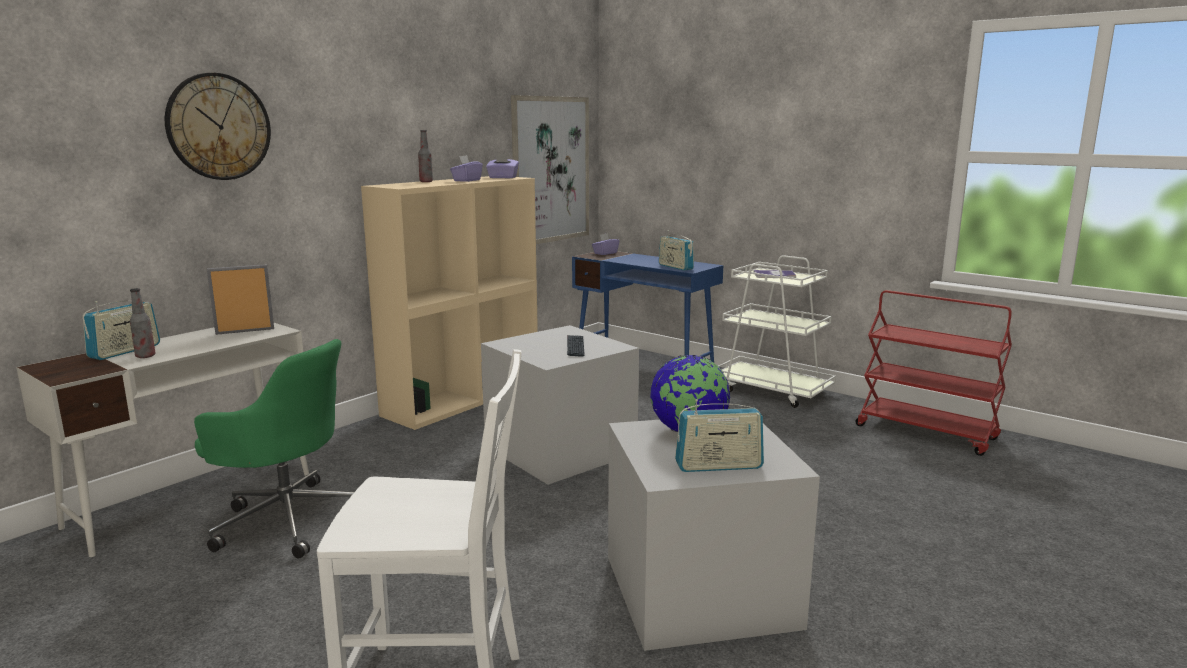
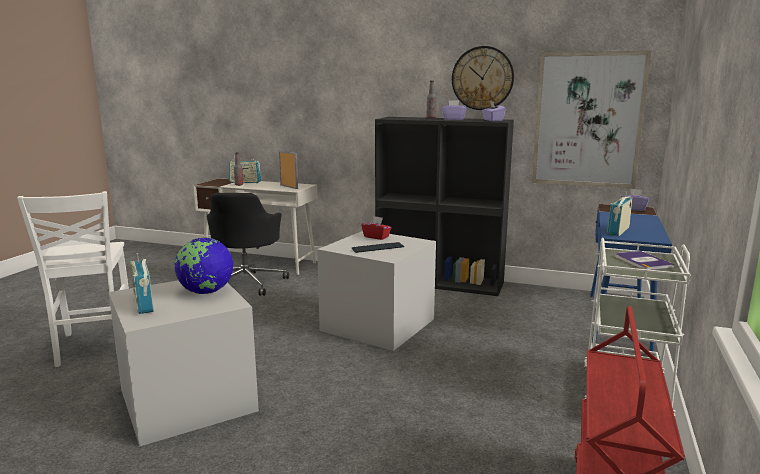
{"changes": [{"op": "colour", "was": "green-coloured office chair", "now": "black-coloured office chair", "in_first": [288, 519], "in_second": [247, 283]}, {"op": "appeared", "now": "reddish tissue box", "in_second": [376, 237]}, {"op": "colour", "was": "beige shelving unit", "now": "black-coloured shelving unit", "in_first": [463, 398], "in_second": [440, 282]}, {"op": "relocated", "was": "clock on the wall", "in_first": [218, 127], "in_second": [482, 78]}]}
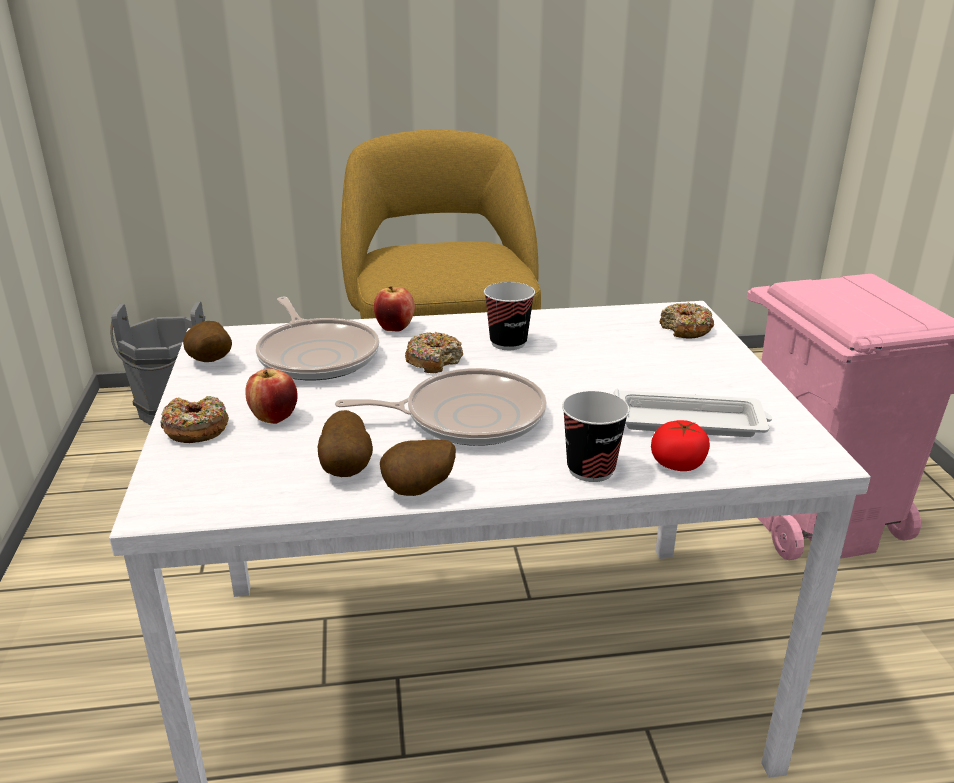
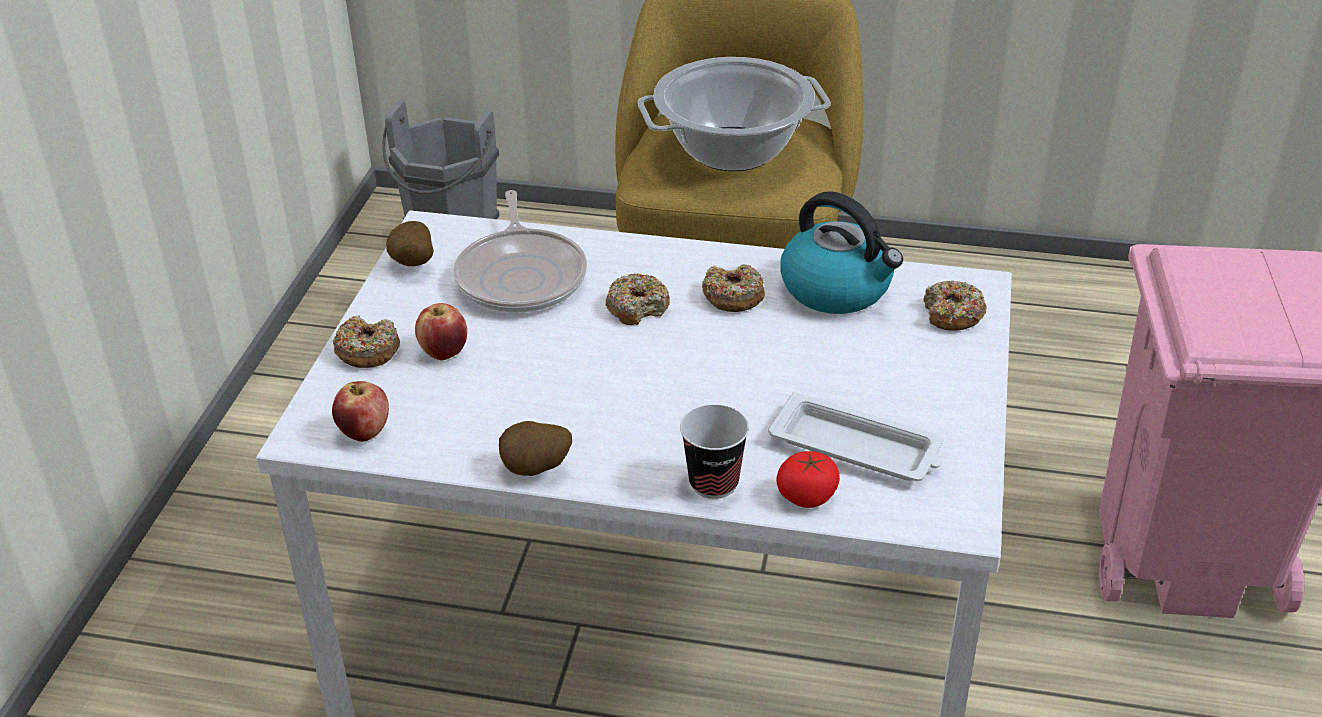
{"changes": [{"op": "relocated", "was": "apple fruit", "in_first": [395, 328], "in_second": [364, 433]}, {"op": "appeared", "now": "saucepot", "in_second": [733, 149]}, {"op": "exchanged", "was": "small cup", "now": "doughnut", "in_first": [508, 343], "in_second": [733, 296]}, {"op": "appeared", "now": "tea kettle", "in_second": [838, 289]}, {"op": "missing", "was": "potato", "in_first": [347, 469]}, {"op": "missing", "was": "frying pan", "in_first": [467, 417]}]}
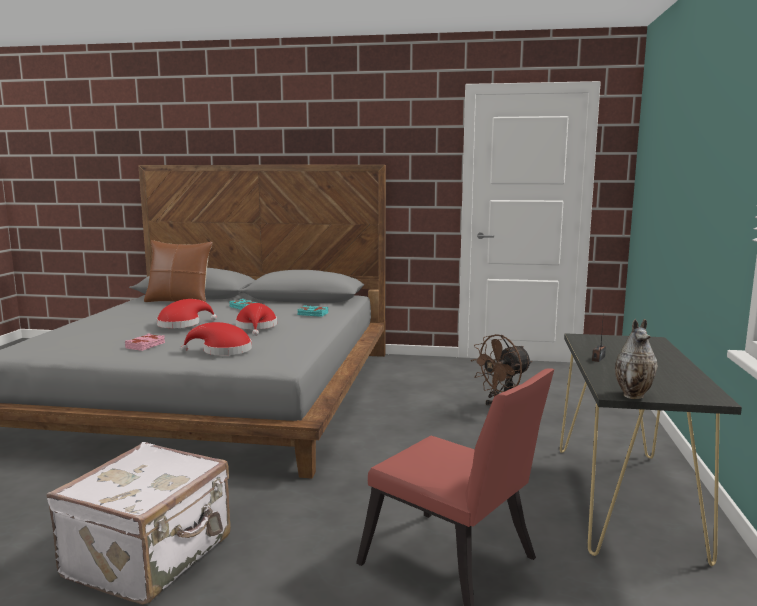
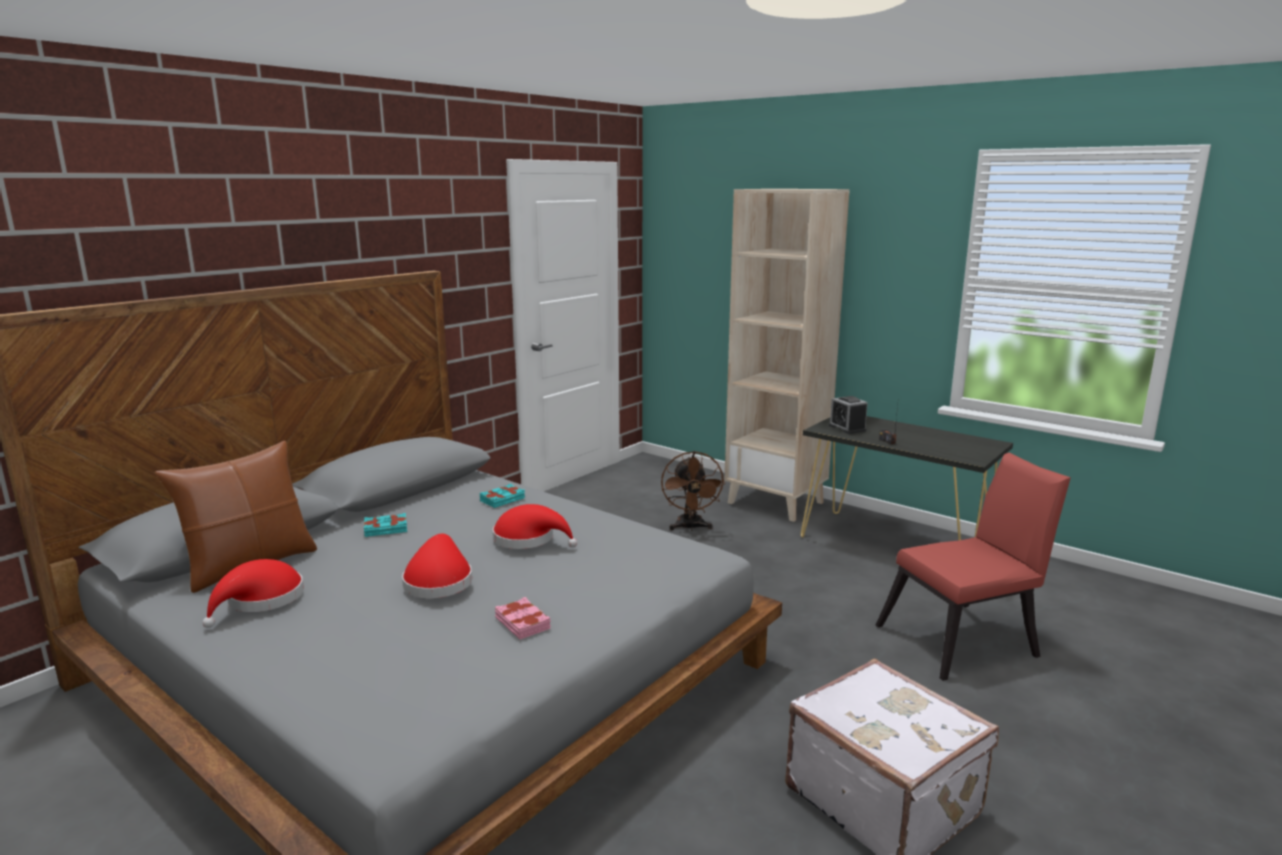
{"changes": [{"op": "relocated", "was": "reddish hat", "in_first": [223, 350], "in_second": [261, 600]}, {"op": "appeared", "now": "beige shelving unit", "in_second": [776, 502]}, {"op": "appeared", "now": "bedside clock", "in_second": [847, 428]}, {"op": "missing", "was": "decorative vase", "in_first": [634, 395]}]}
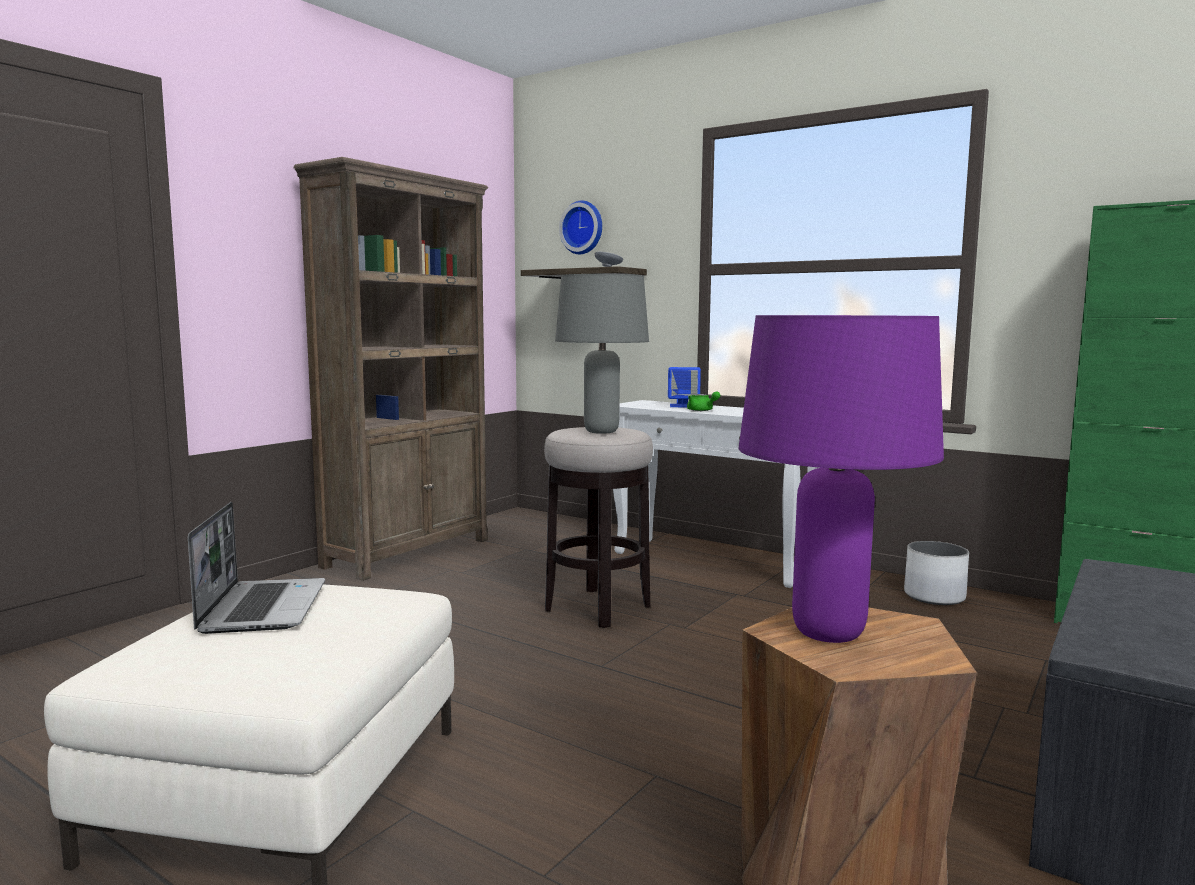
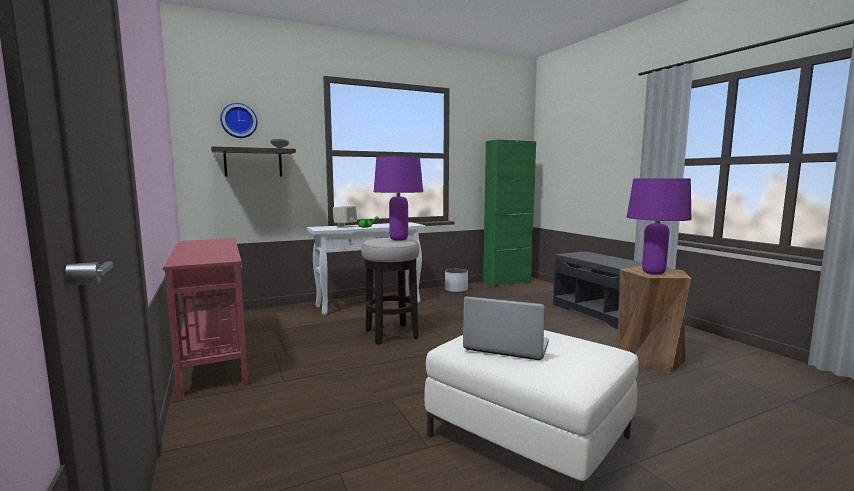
{"changes": [{"op": "exchanged", "was": "brown shelving unit", "now": "reddish console table", "in_first": [409, 553], "in_second": [215, 358]}, {"op": "colour", "was": "bluish speaker", "now": "beige speaker", "in_first": [683, 406], "in_second": [345, 226]}, {"op": "colour", "was": "grey tabletop lamp", "now": "purple tabletop lamp", "in_first": [601, 431], "in_second": [398, 239]}]}
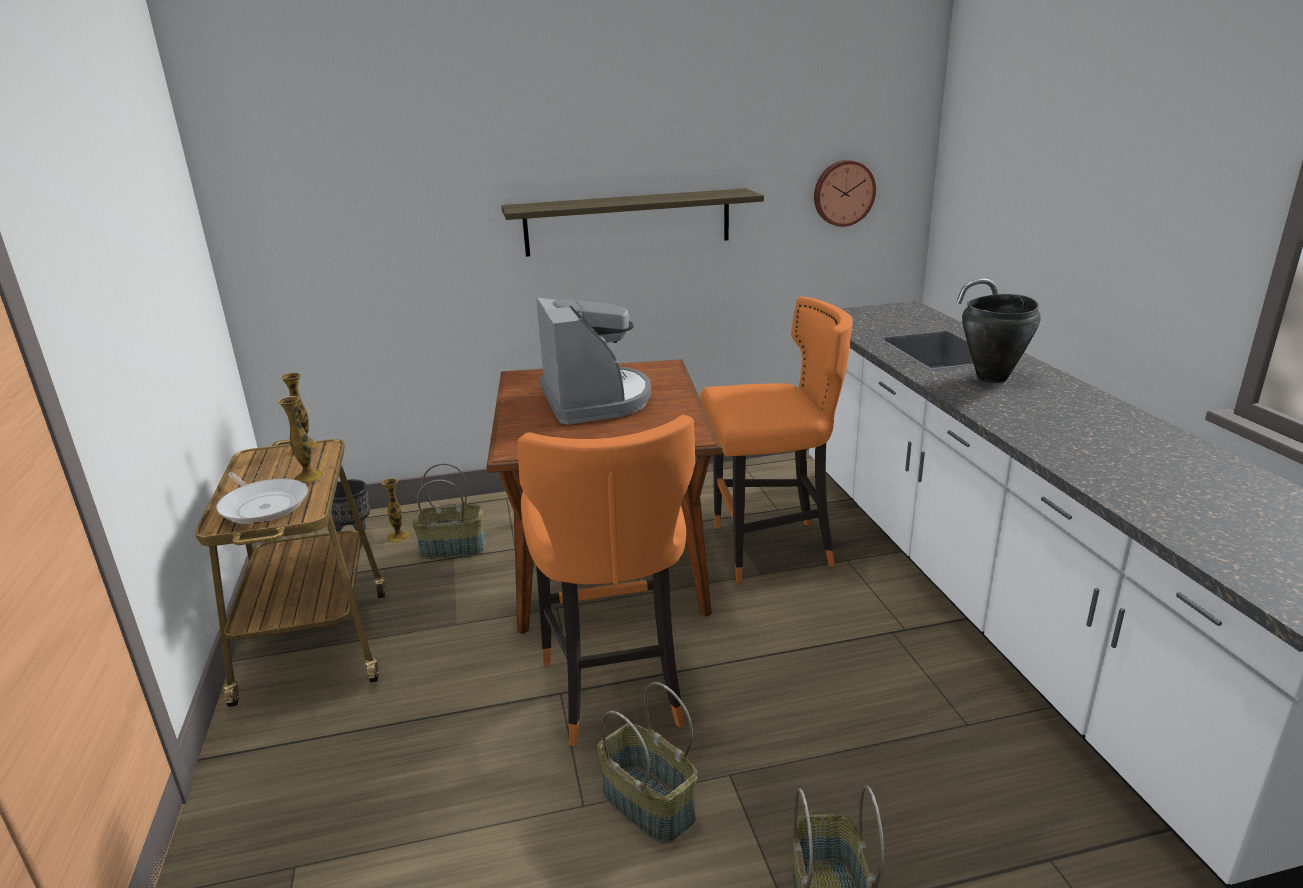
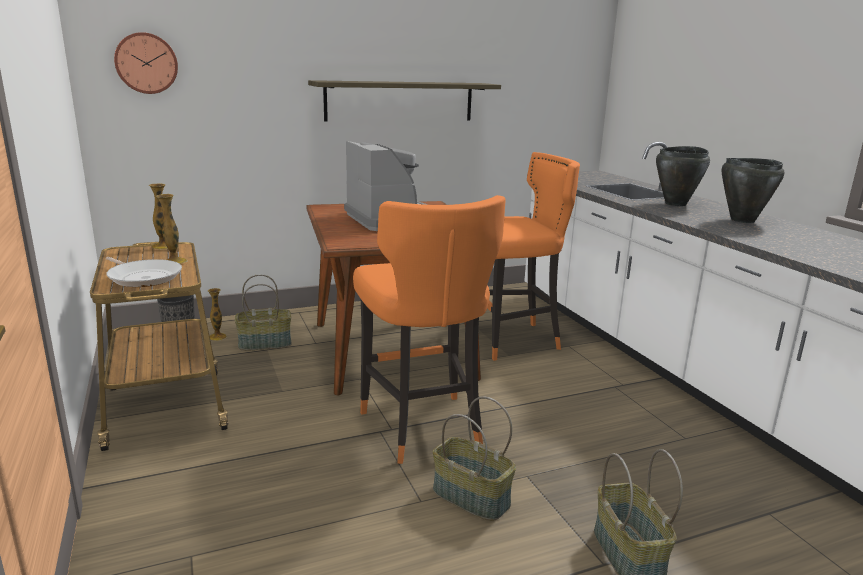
{"changes": [{"op": "relocated", "was": "clock on the wall", "in_first": [843, 193], "in_second": [146, 63]}, {"op": "appeared", "now": "black-coloured saucepot", "in_second": [742, 220]}]}
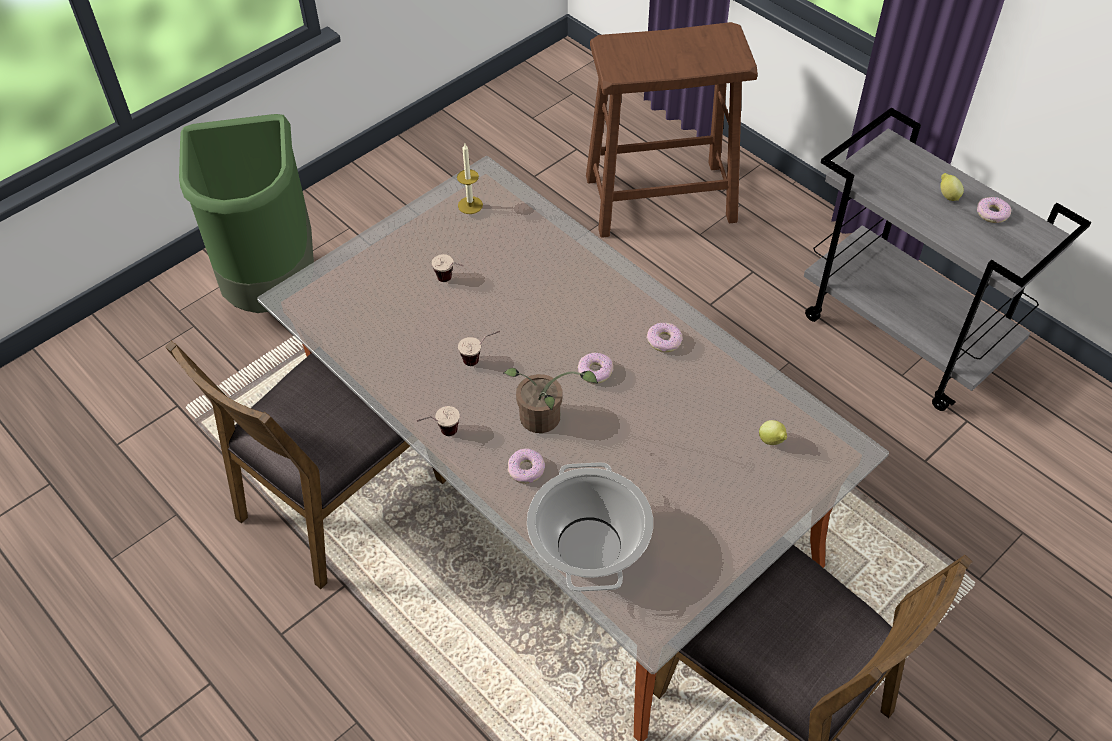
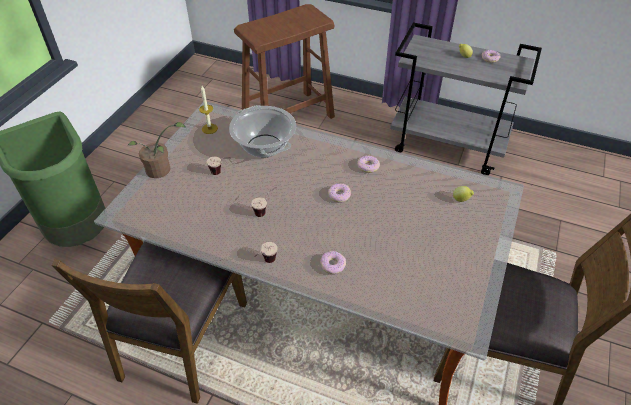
{"changes": [{"op": "relocated", "was": "potted plant", "in_first": [544, 420], "in_second": [161, 170]}, {"op": "relocated", "was": "saucepot", "in_first": [588, 545], "in_second": [264, 146]}]}
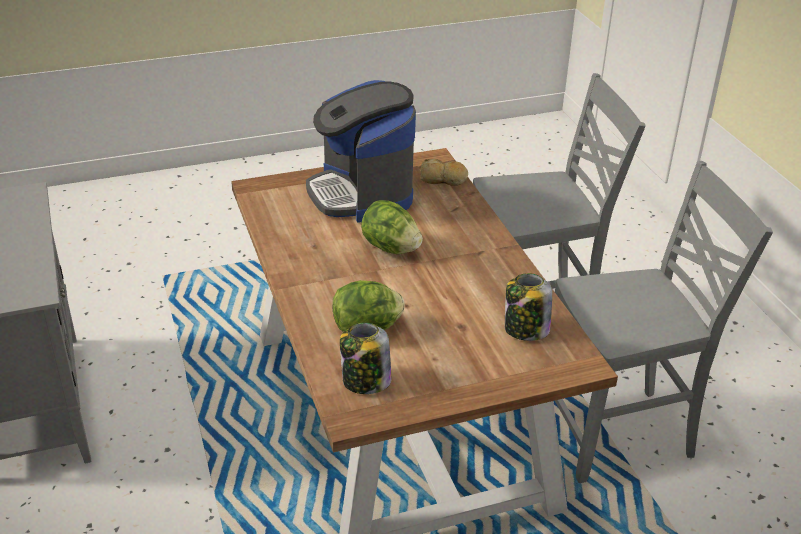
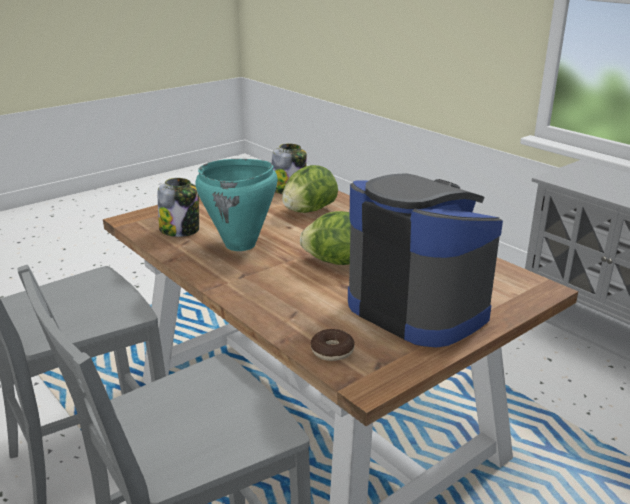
{"changes": [{"op": "appeared", "now": "blue-green saucepot", "in_second": [241, 245]}, {"op": "exchanged", "was": "bakery bread", "now": "doughnut", "in_first": [443, 179], "in_second": [332, 351]}]}
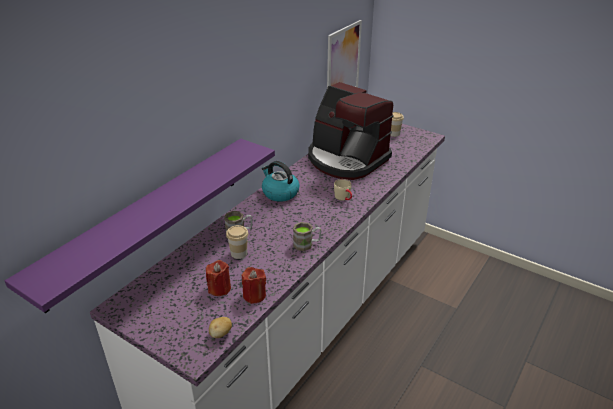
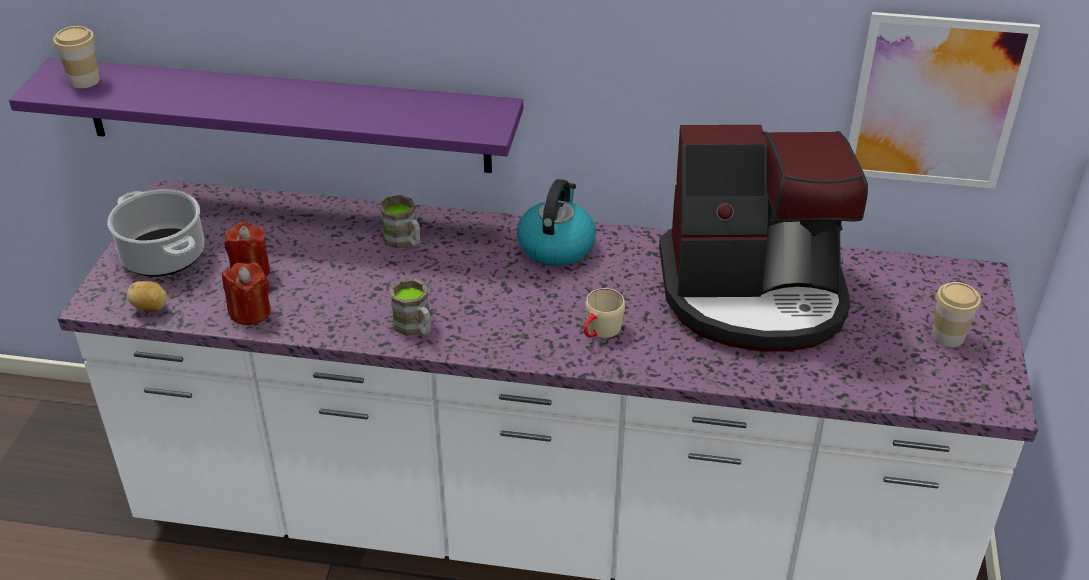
{"changes": [{"op": "relocated", "was": "small cup", "in_first": [239, 253], "in_second": [84, 80]}, {"op": "appeared", "now": "saucepot", "in_second": [165, 256]}, {"op": "spun", "was": "coffee machine", "in_first": [346, 159], "in_second": [754, 294], "clockwise": -105}]}
